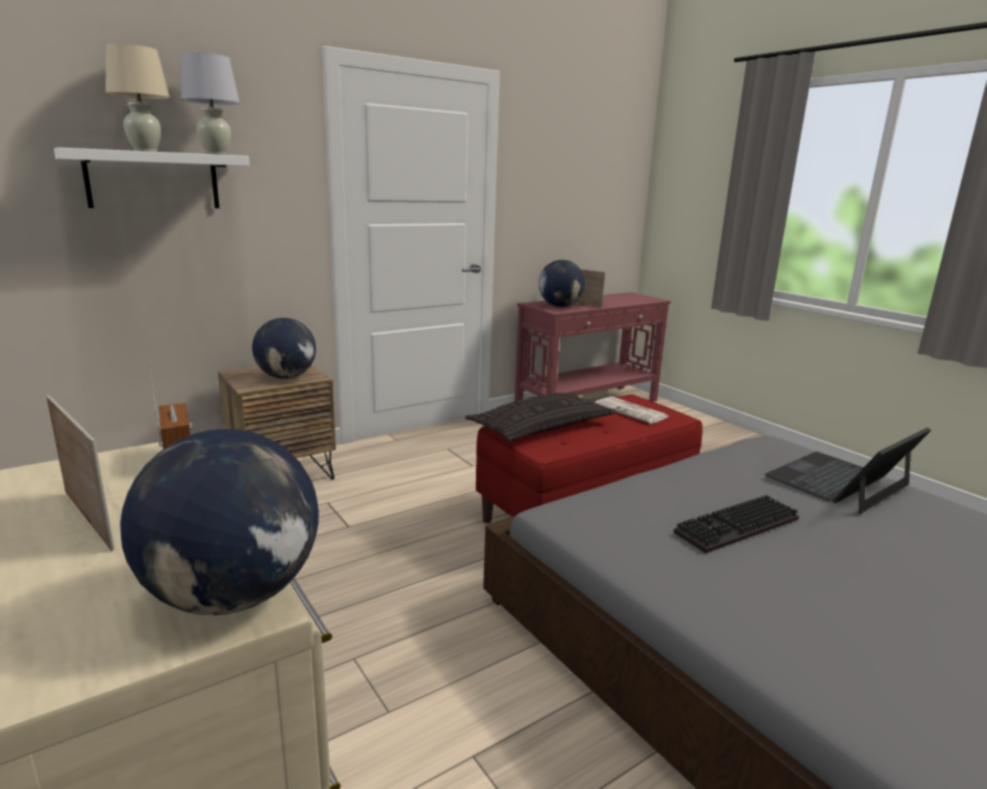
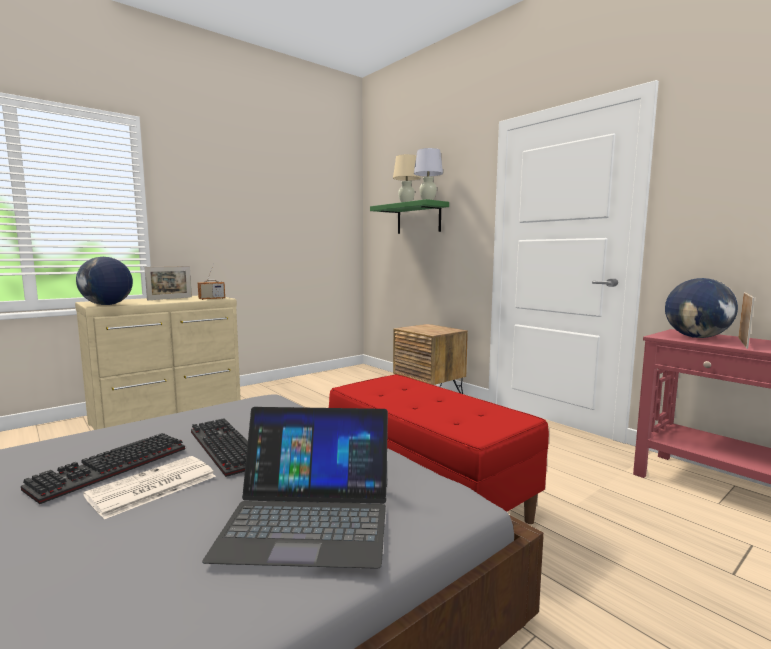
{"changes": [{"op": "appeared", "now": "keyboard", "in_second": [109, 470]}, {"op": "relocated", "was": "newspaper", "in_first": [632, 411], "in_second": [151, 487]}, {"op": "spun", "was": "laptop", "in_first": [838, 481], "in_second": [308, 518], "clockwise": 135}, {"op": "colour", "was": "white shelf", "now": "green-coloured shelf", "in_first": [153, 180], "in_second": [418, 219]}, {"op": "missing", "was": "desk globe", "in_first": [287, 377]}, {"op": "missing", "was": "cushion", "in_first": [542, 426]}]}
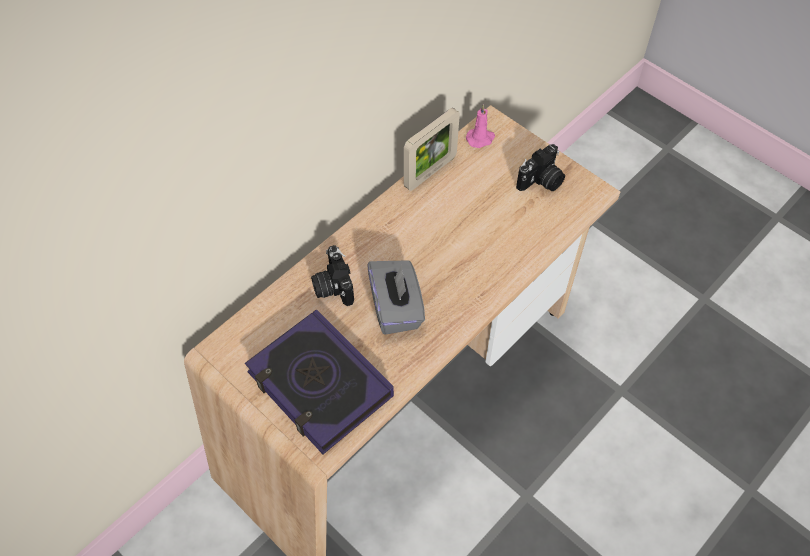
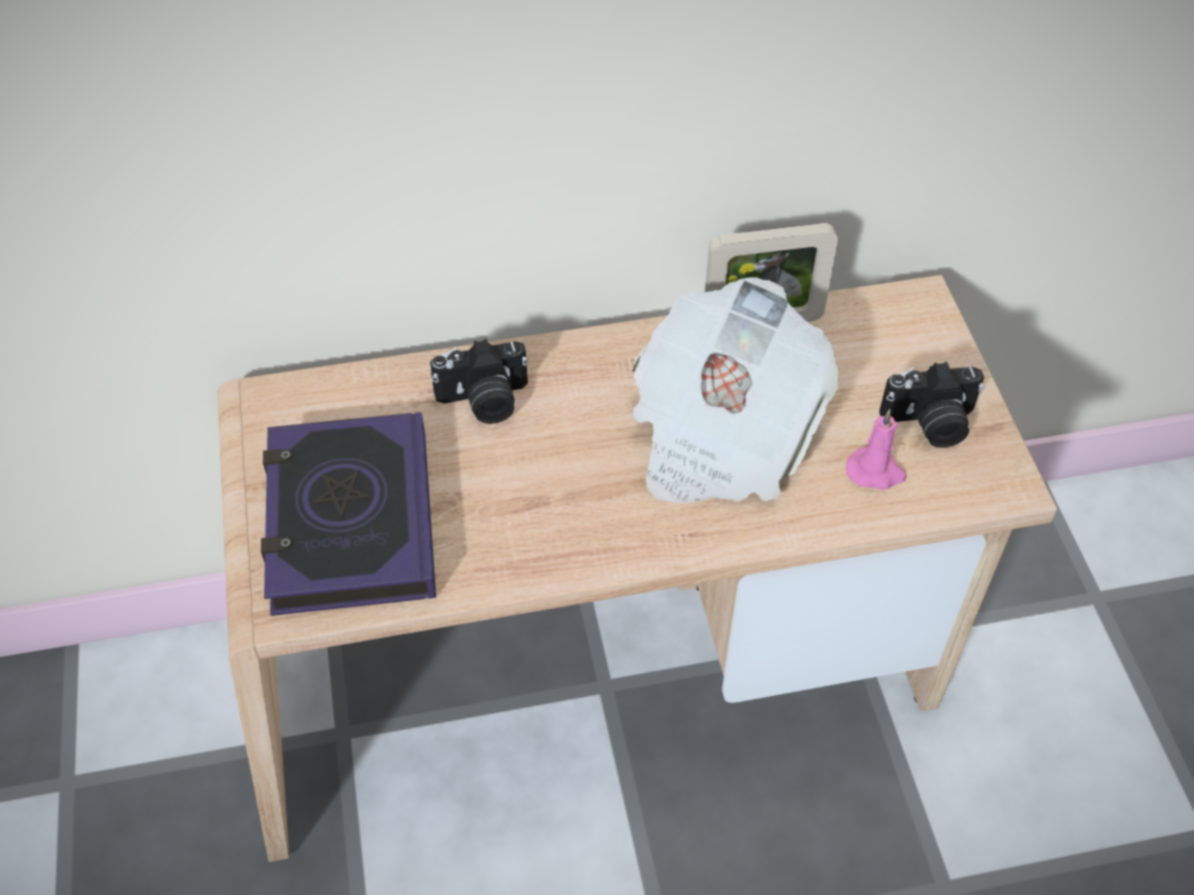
{"changes": [{"op": "spun", "was": "still camera", "in_first": [332, 286], "in_second": [484, 401], "clockwise": -120}, {"op": "appeared", "now": "newspaper", "in_second": [721, 433]}, {"op": "relocated", "was": "pink wax candle", "in_first": [480, 138], "in_second": [876, 472]}, {"op": "missing", "was": "grey tissue box", "in_first": [396, 308]}]}
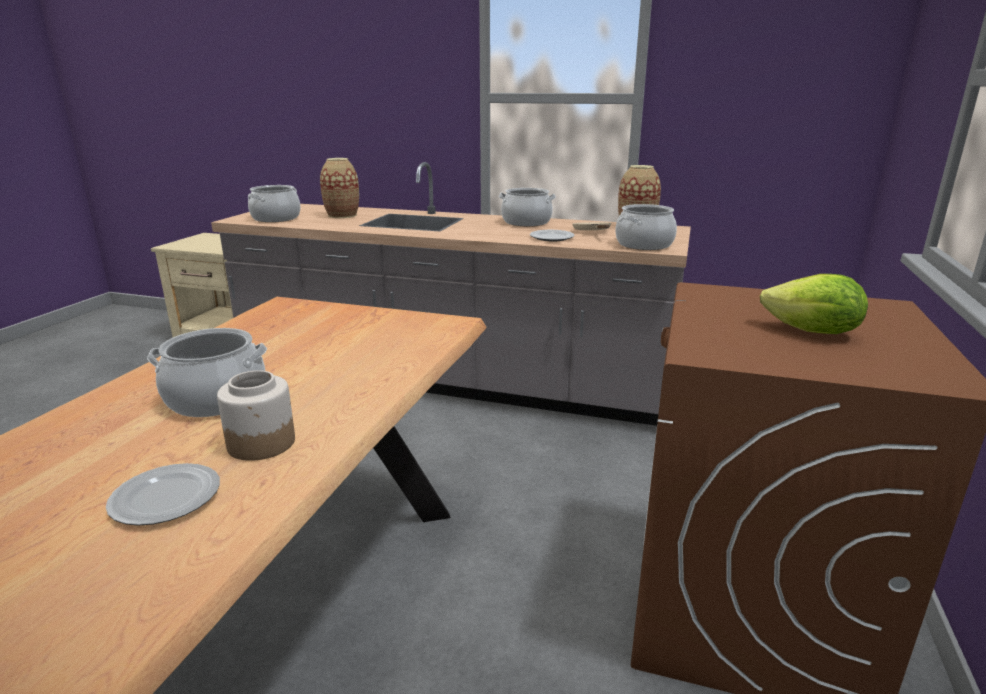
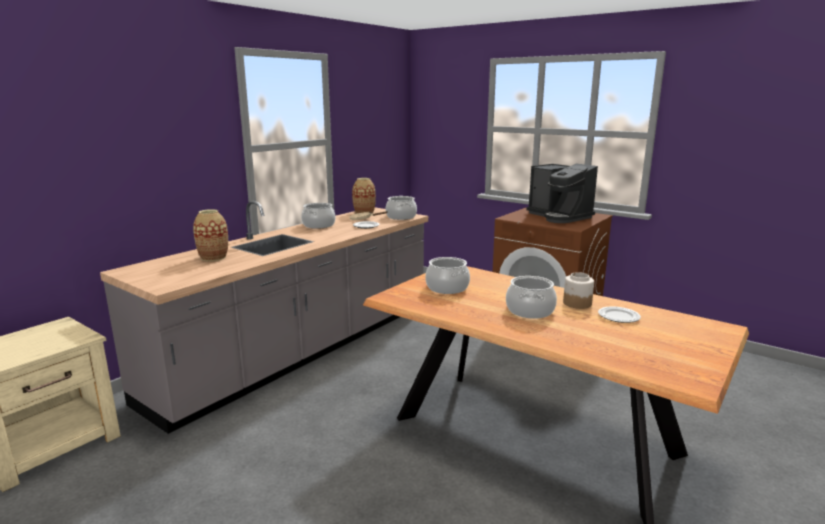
{"changes": [{"op": "relocated", "was": "saucepot", "in_first": [276, 218], "in_second": [447, 288]}, {"op": "exchanged", "was": "lettuce", "now": "coffee machine", "in_first": [812, 332], "in_second": [559, 216]}]}
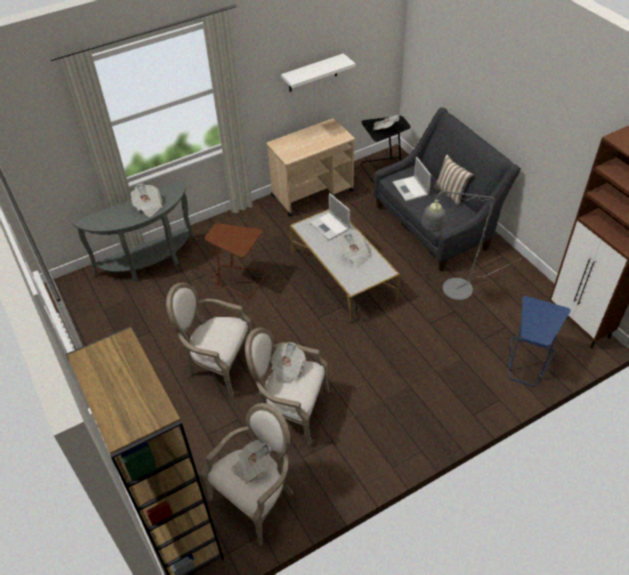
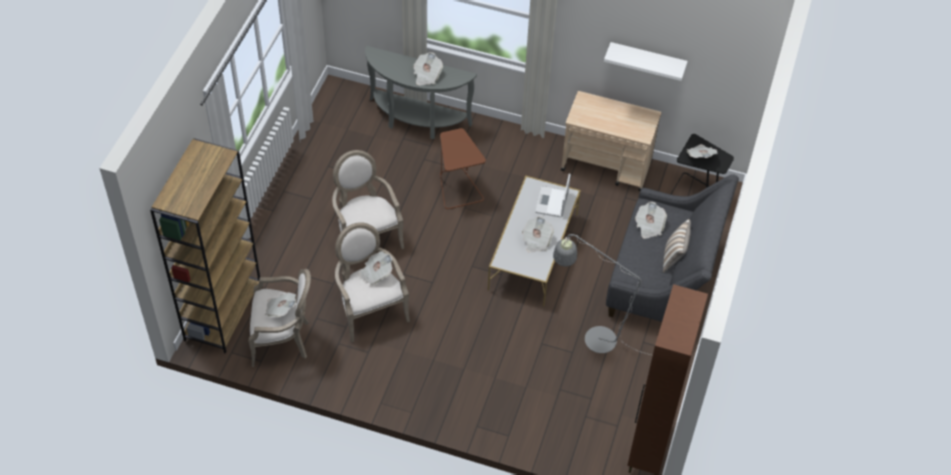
{"changes": [{"op": "exchanged", "was": "laptop", "now": "newspaper", "in_first": [411, 189], "in_second": [649, 226]}, {"op": "missing", "was": "bluish accent table", "in_first": [528, 362]}]}
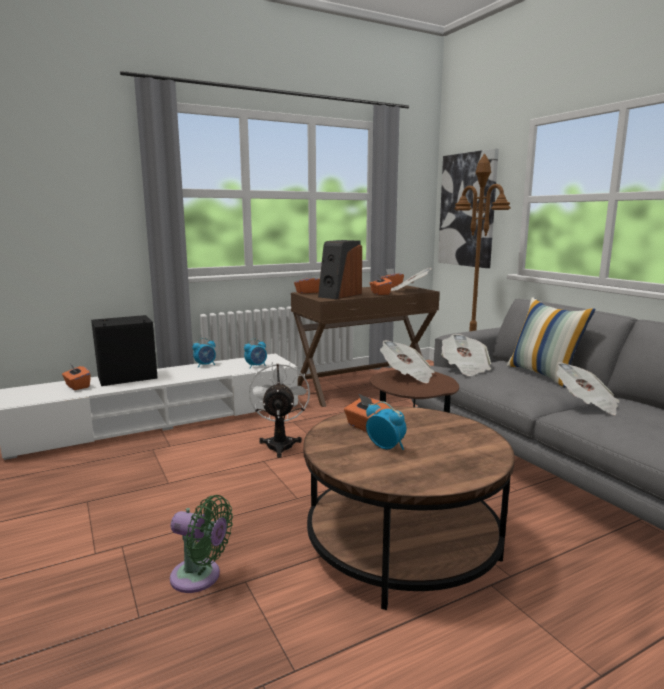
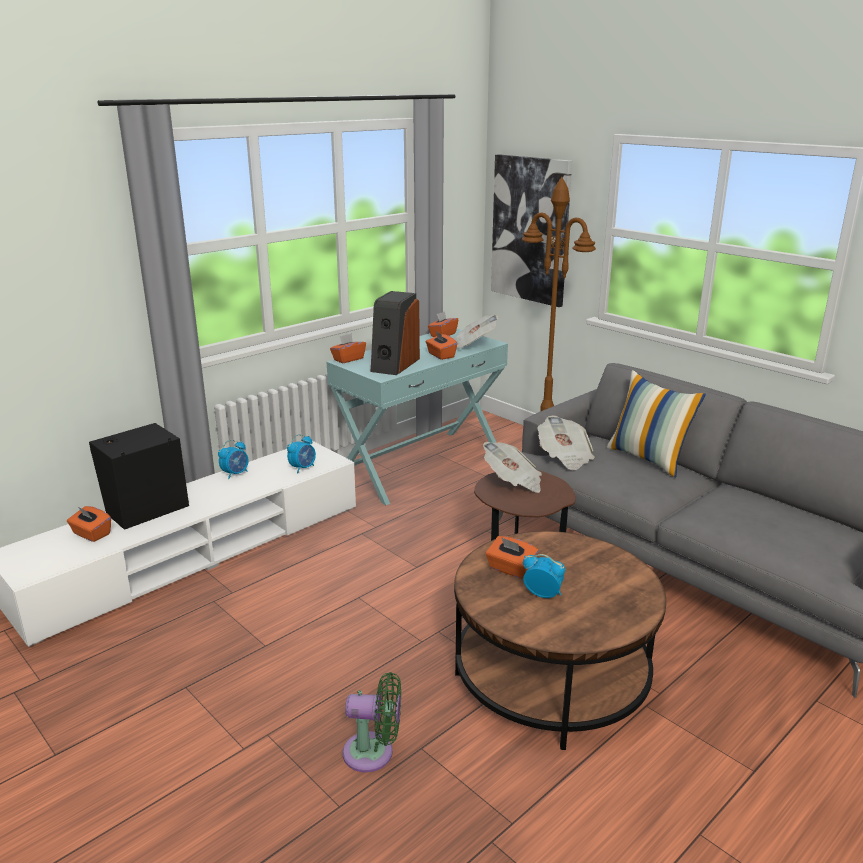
{"changes": [{"op": "colour", "was": "brown console table", "now": "blue-green console table", "in_first": [364, 386], "in_second": [420, 465]}, {"op": "missing", "was": "white cooling fan", "in_first": [280, 443]}, {"op": "missing", "was": "newspaper", "in_first": [586, 404]}]}
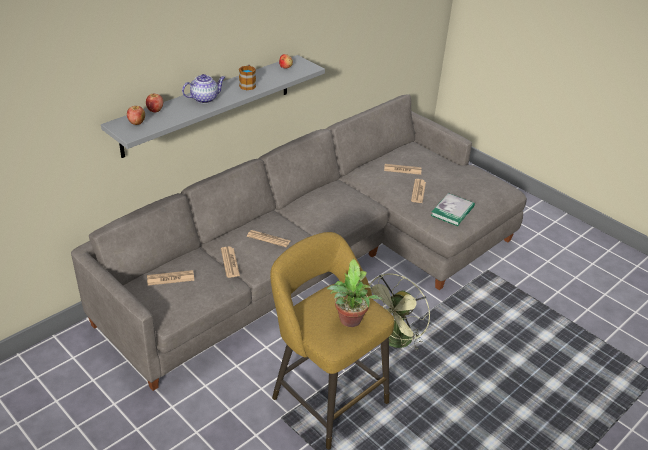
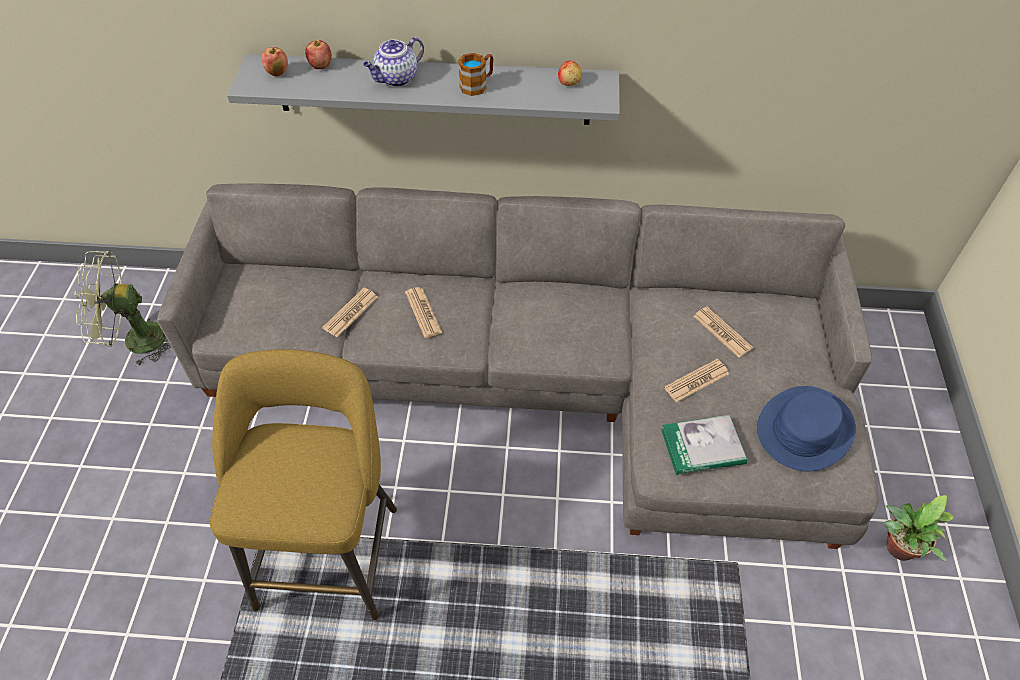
{"changes": [{"op": "relocated", "was": "green-coloured cooling fan", "in_first": [394, 342], "in_second": [135, 341]}, {"op": "spun", "was": "teapot", "in_first": [205, 98], "in_second": [396, 79], "clockwise": 120}, {"op": "appeared", "now": "bluish hat", "in_second": [804, 429]}, {"op": "relocated", "was": "potted plant", "in_first": [350, 322], "in_second": [897, 550]}, {"op": "missing", "was": "newspaper", "in_first": [170, 278]}]}
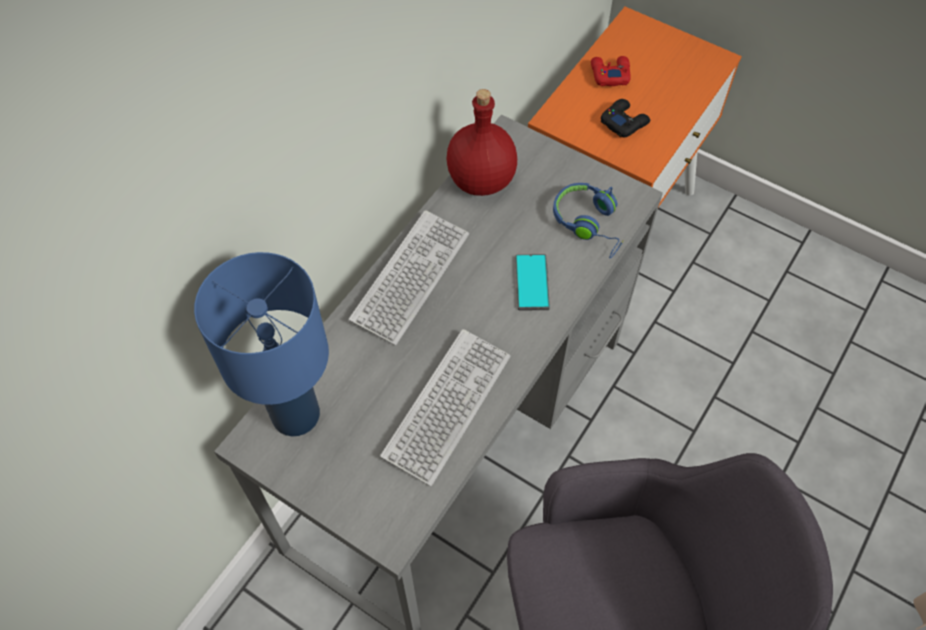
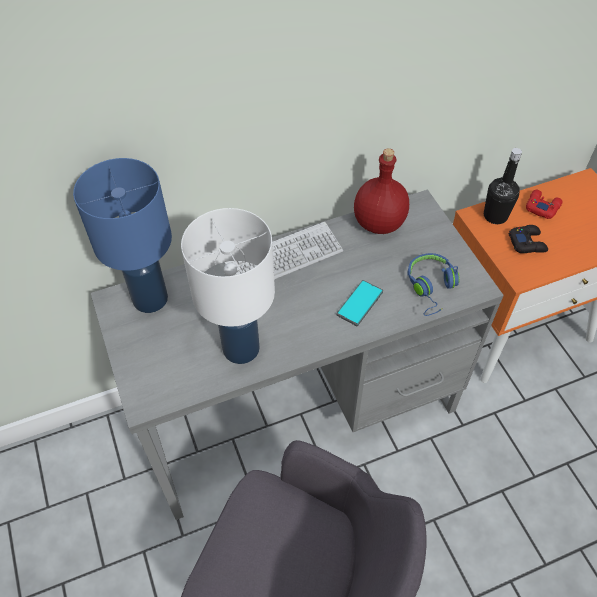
{"changes": [{"op": "exchanged", "was": "keyboard", "now": "white tabletop lamp", "in_first": [447, 406], "in_second": [241, 347]}, {"op": "appeared", "now": "black-coloured drink bottle", "in_second": [495, 216]}]}
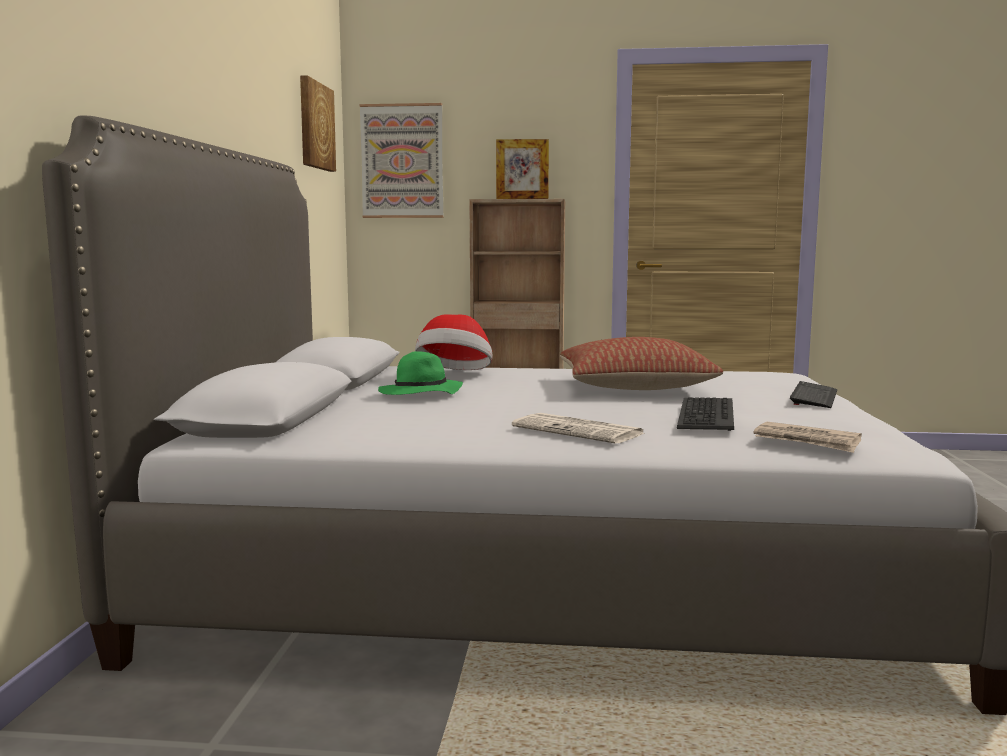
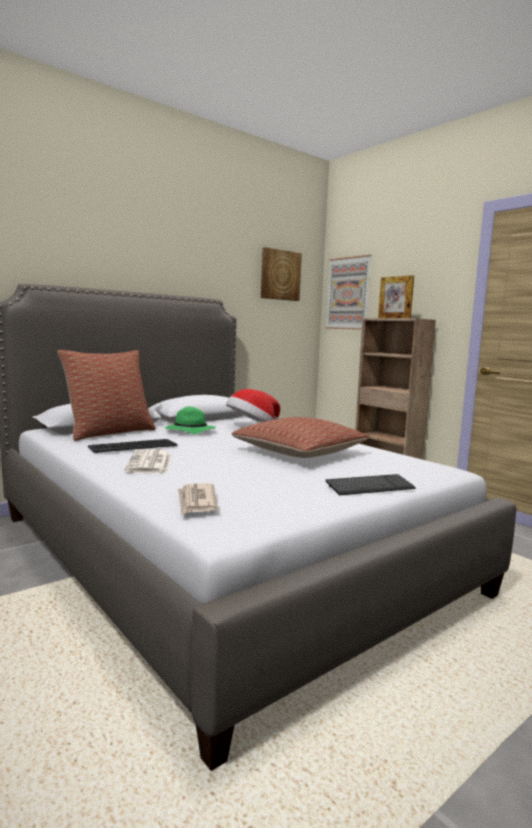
{"changes": [{"op": "appeared", "now": "cushion", "in_second": [109, 433]}, {"op": "relocated", "was": "keyboard", "in_first": [705, 414], "in_second": [133, 446]}]}
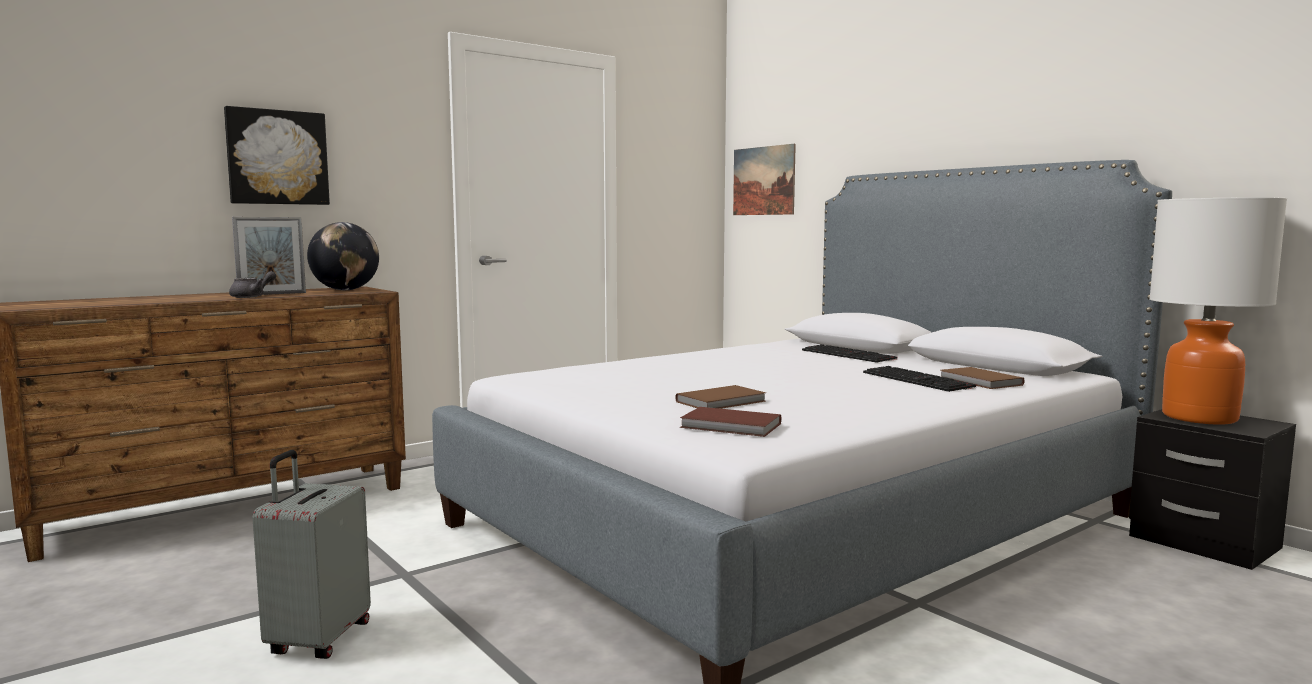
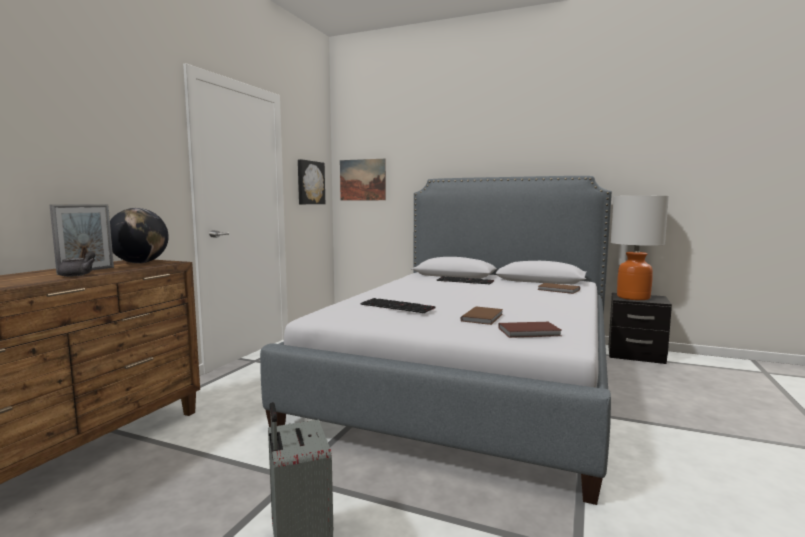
{"changes": [{"op": "relocated", "was": "wall art", "in_first": [277, 157], "in_second": [310, 182]}, {"op": "relocated", "was": "keyboard", "in_first": [919, 380], "in_second": [398, 306]}]}
